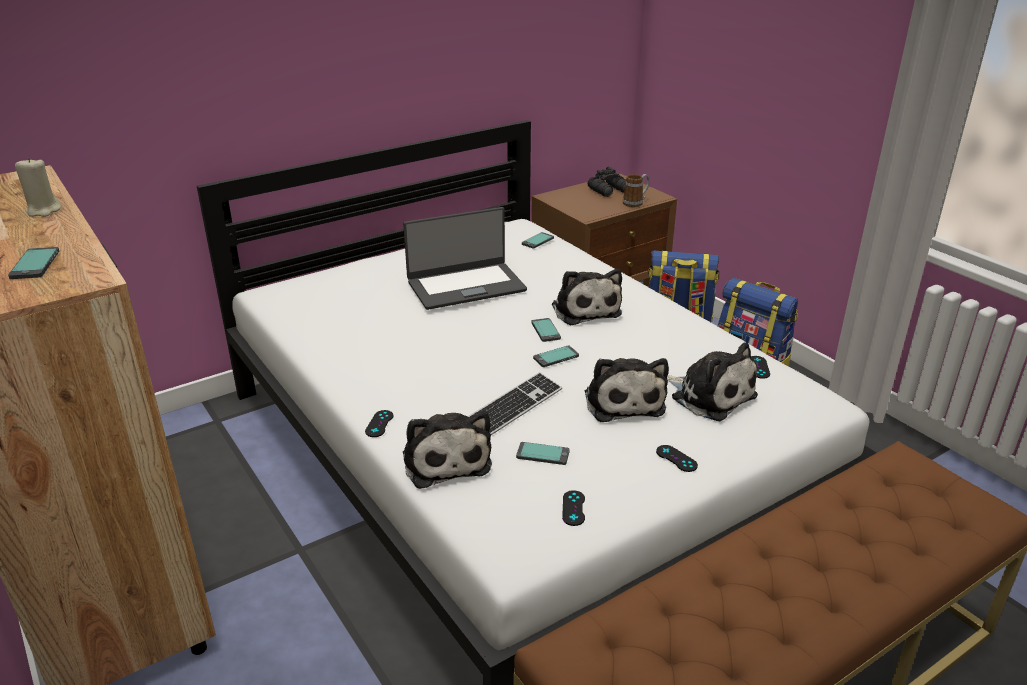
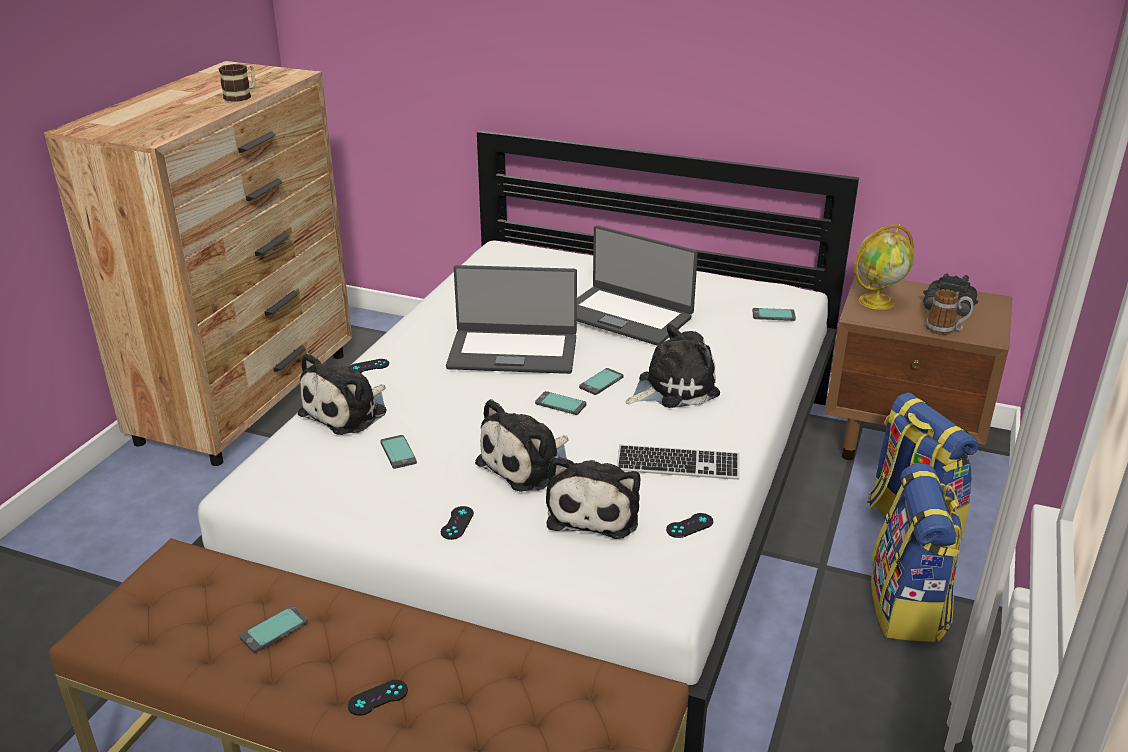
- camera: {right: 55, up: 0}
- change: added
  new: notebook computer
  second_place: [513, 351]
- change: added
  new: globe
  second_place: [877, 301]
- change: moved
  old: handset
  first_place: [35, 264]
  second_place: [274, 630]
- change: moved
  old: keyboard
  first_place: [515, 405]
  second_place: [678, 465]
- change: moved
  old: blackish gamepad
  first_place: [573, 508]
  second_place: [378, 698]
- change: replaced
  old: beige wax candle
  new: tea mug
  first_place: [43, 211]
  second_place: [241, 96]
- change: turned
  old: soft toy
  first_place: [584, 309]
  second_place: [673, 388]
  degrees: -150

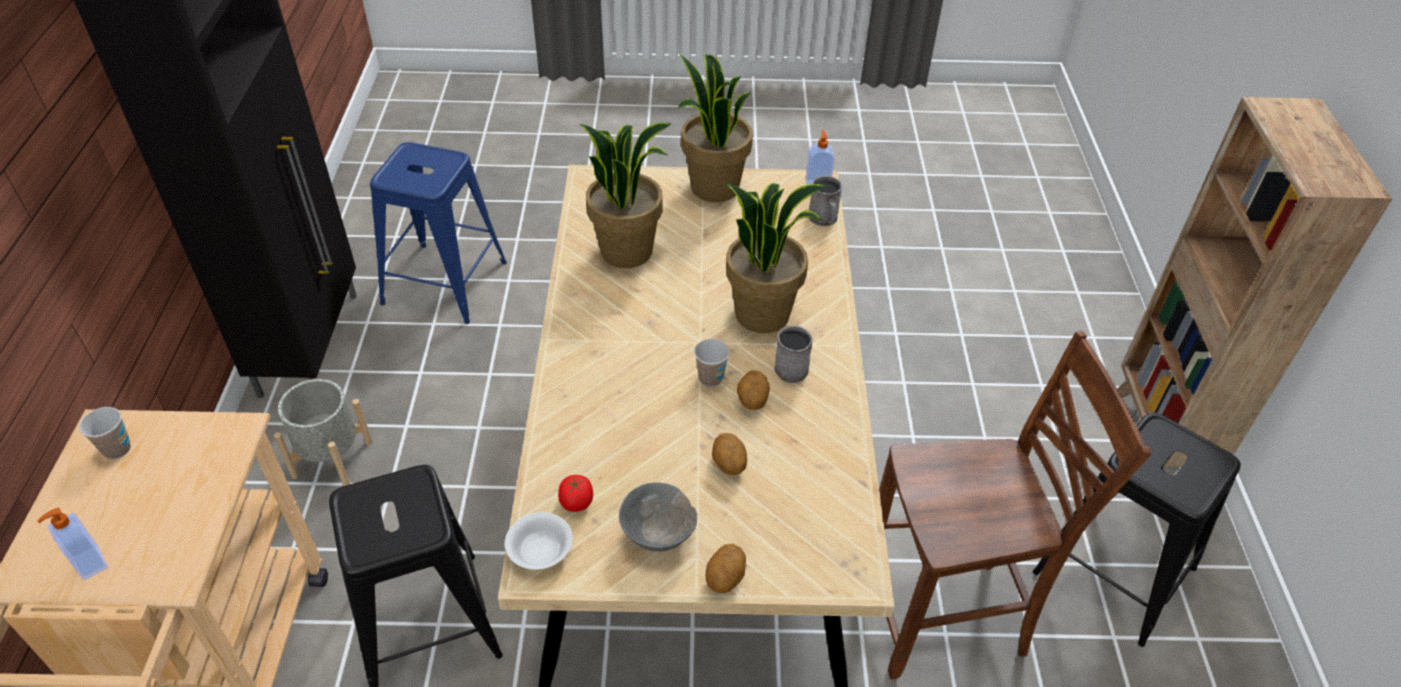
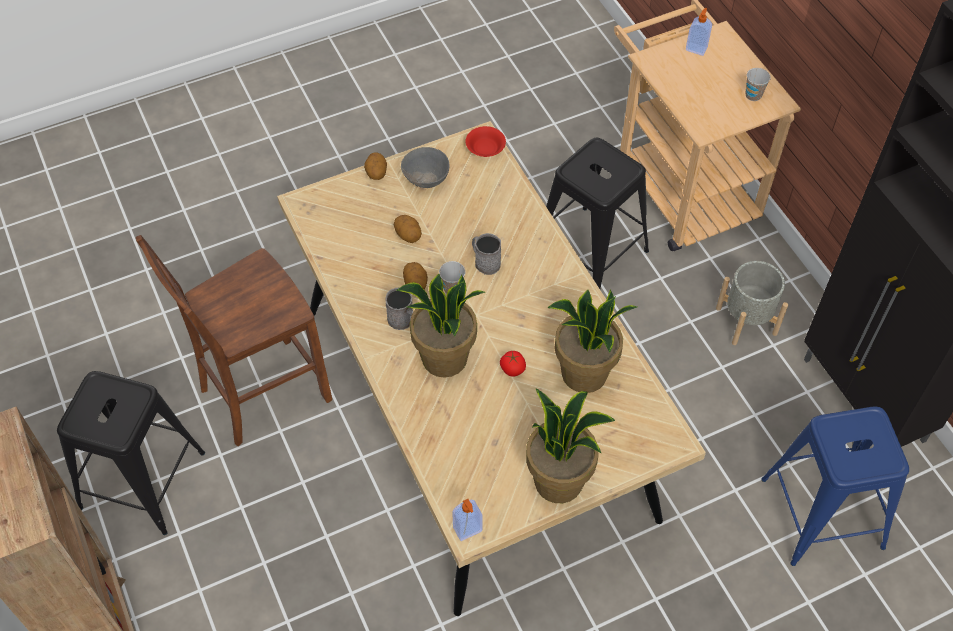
- camera: {right: 155, up: 10}
- change: moved
  old: tomato
  first_place: [576, 502]
  second_place: [512, 369]
- change: moved
  old: gray tea mug
  first_place: [824, 219]
  second_place: [485, 262]
- change: recoloured
  old: white serving bowl
  new: reddish serving bowl
  first_place: [540, 551]
  second_place: [485, 148]

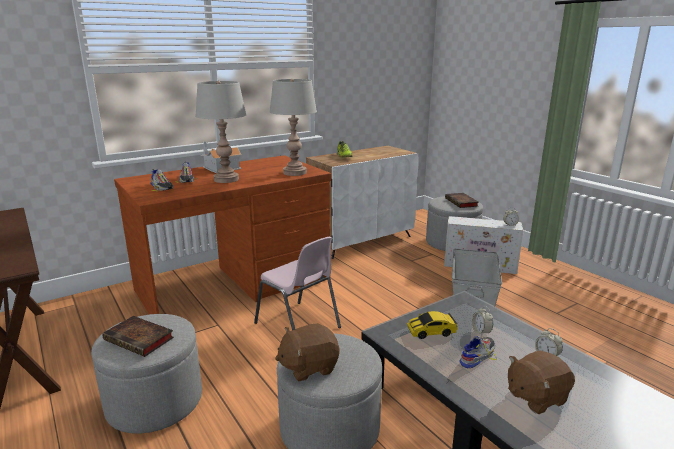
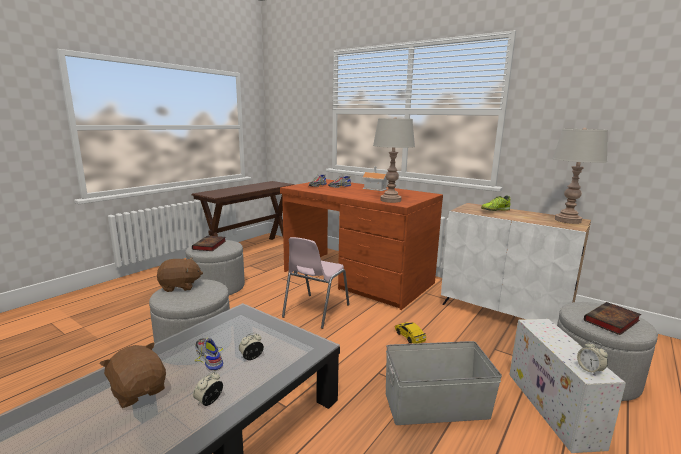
- camera: {right: 70, up: -5}
- change: moved
  old: gray tabletop lamp
  first_place: [226, 179]
  second_place: [567, 220]
- change: moved
  old: miniature car
  first_place: [431, 332]
  second_place: [409, 337]
- change: turned
  old: brown soft toy
  first_place: [308, 367]
  second_place: [180, 286]
  degrees: 120
- change: turned
  old: item of footwear
  first_place: [477, 355]
  second_place: [209, 356]
  degrees: -150

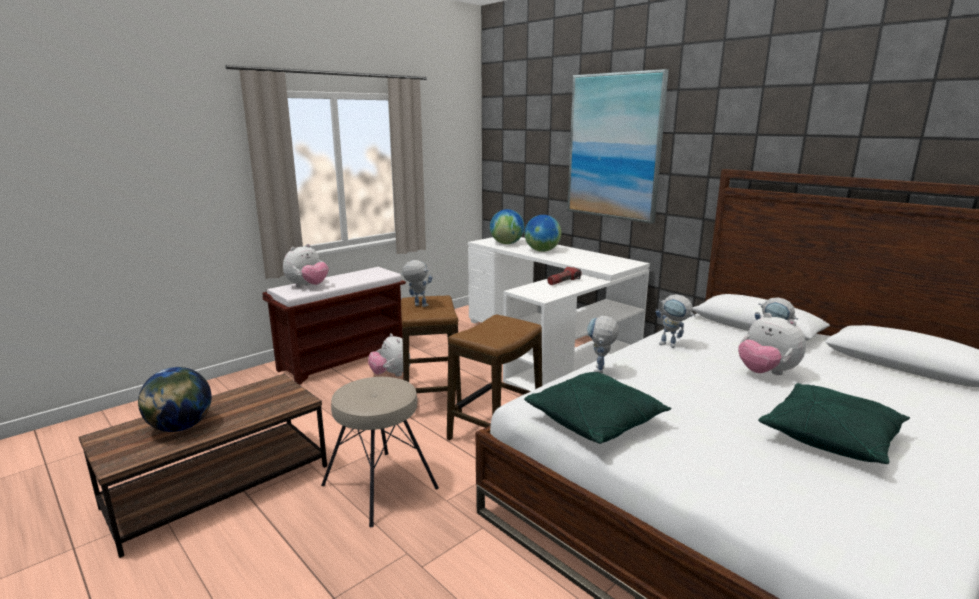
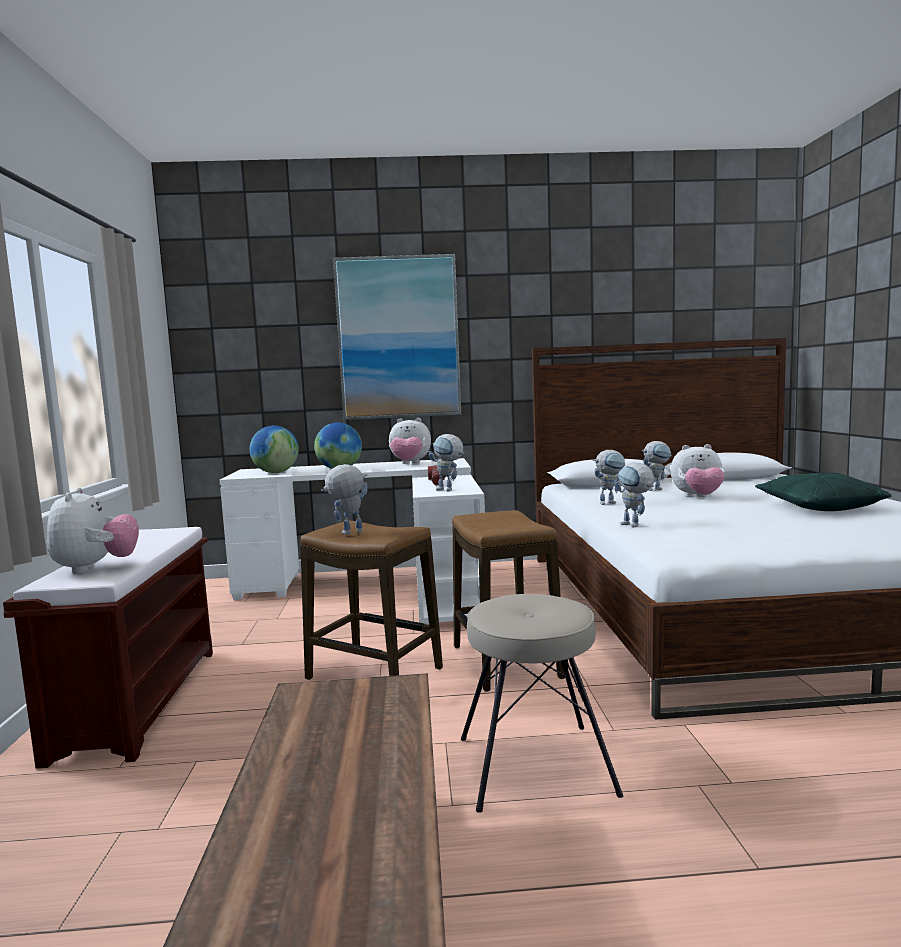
- camera: {right: -50, up: -10}
- change: removed
  old: globe
  first_place: [180, 427]
- change: removed
  old: green-coloured throw pillow
  first_place: [595, 421]
- change: added
  new: model robot
  second_place: [449, 490]
- change: moved
  old: soft toy
  first_place: [391, 374]
  second_place: [410, 464]

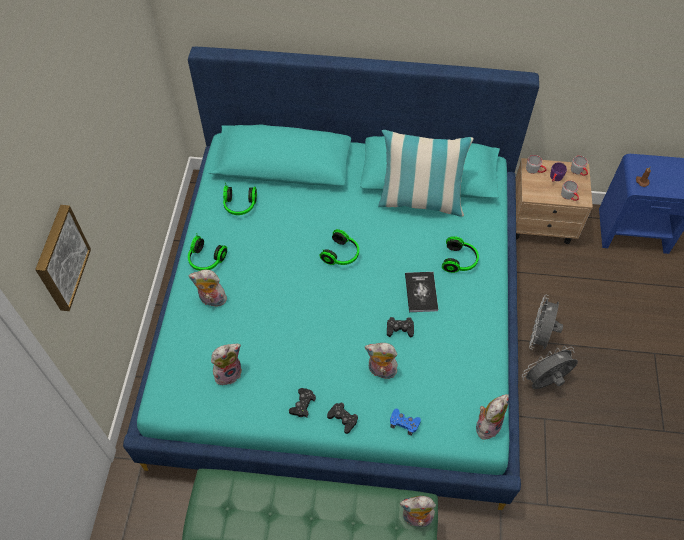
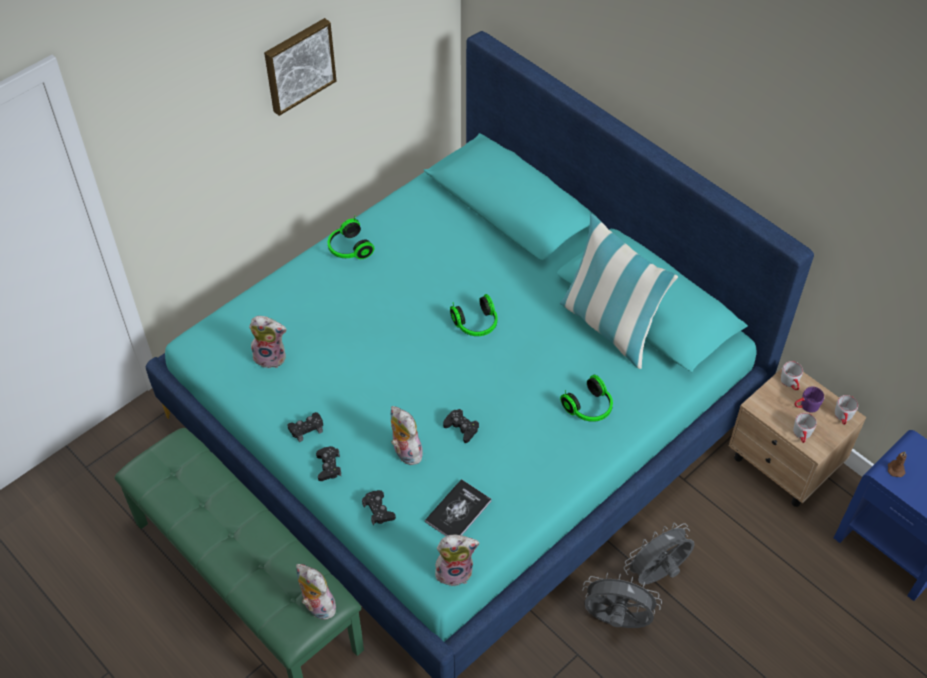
- camera: {right: 40, up: -5}
- change: removed
  old: soft toy
  first_place: [211, 300]
- change: removed
  old: headphones
  first_place: [240, 206]
- change: moved
  old: wall picture
  first_place: [60, 258]
  second_place: [298, 65]
- change: moved
  old: bound book
  first_place: [421, 292]
  second_place: [458, 511]
- change: recoloured
  old: blue-coloured gamepad
  new: blackish gamepad
  first_place: [404, 423]
  second_place: [378, 510]

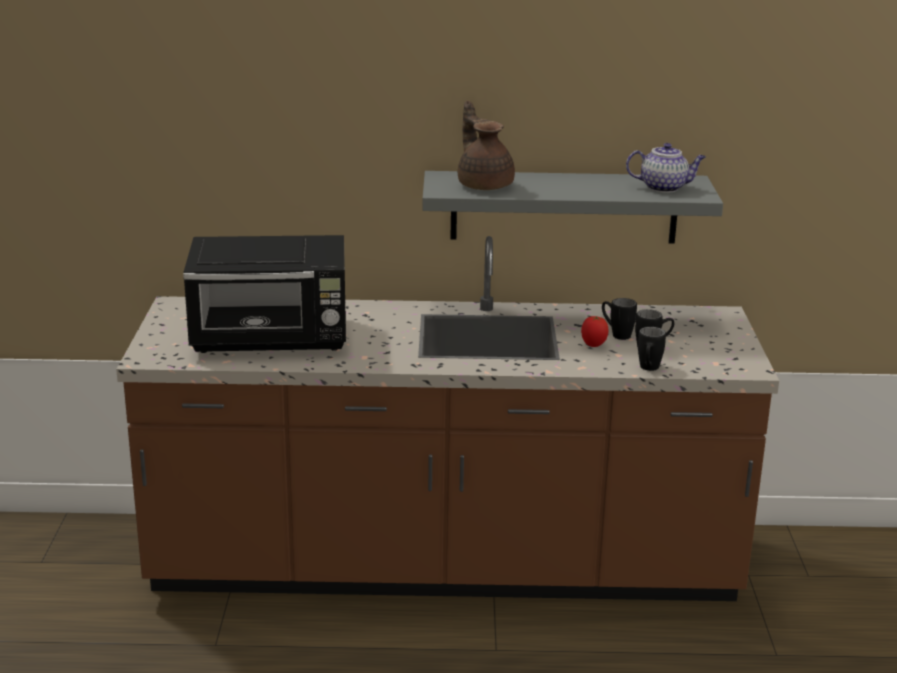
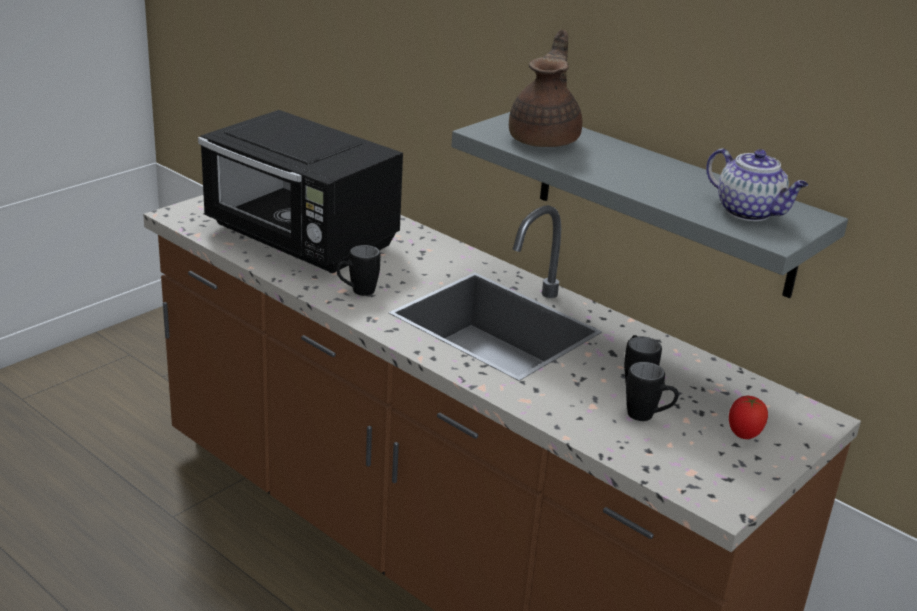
- camera: {right: 40, up: 5}
- change: moved
  old: tomato
  first_place: [593, 345]
  second_place: [743, 435]
- change: moved
  old: blackish tea mug
  first_place: [648, 369]
  second_place: [357, 292]

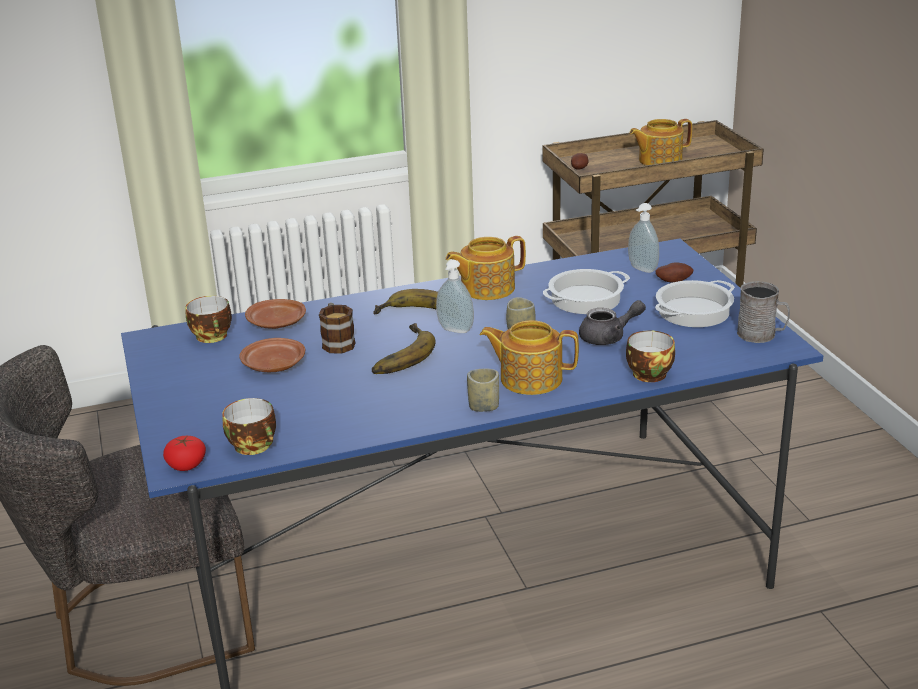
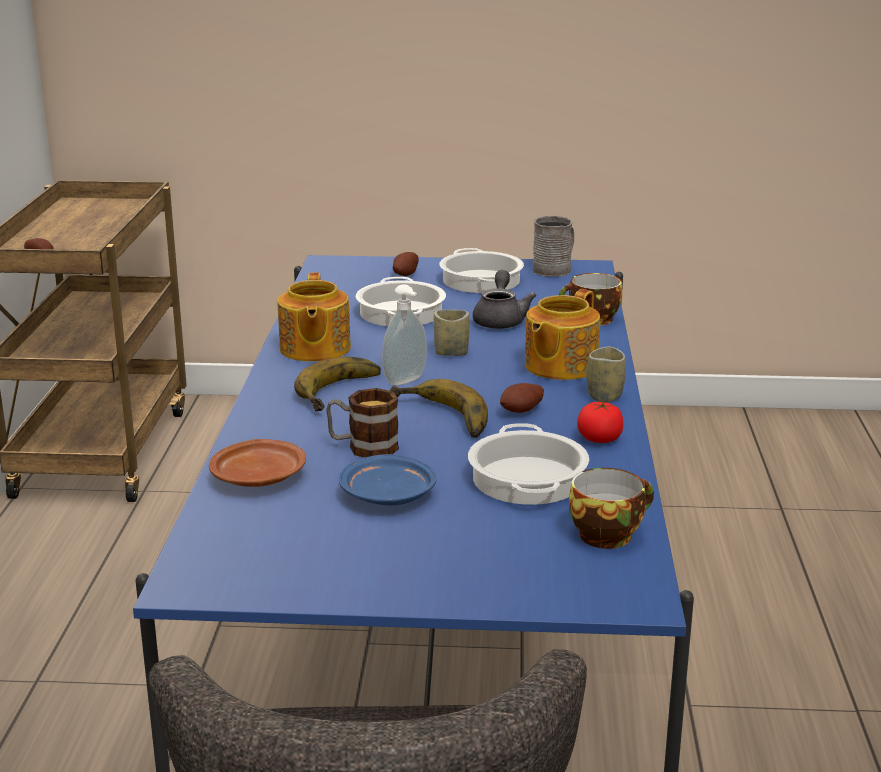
- camera: {right: -70, up: -5}
- change: removed
  old: drinking cup
  first_place: [213, 336]
- change: removed
  old: soap dispenser
  first_place: [641, 269]
- change: removed
  old: pot for tea
  first_place: [659, 160]
- change: added
  new: saucepot
  second_place: [529, 479]
- change: added
  new: potato
  second_place: [522, 412]
- change: moved
  old: tomato
  first_place: [186, 465]
  second_place: [599, 438]
- change: recoloured
  old: brown plate
  new: blue-coloured plate
  first_place: [273, 365]
  second_place: [388, 496]

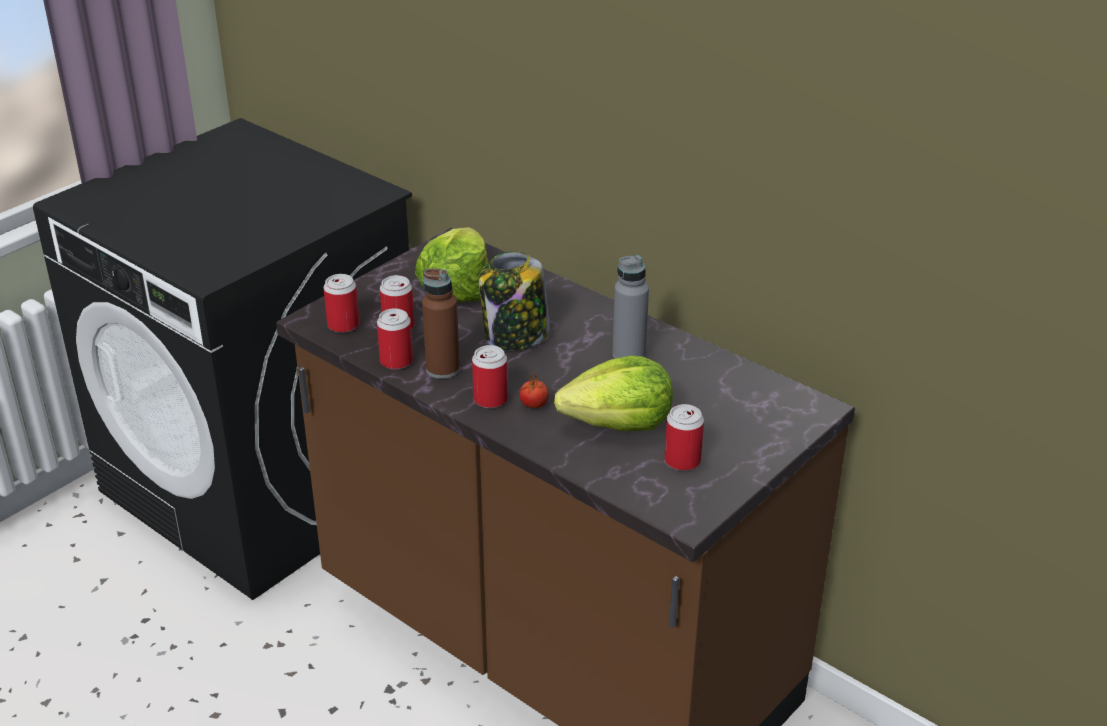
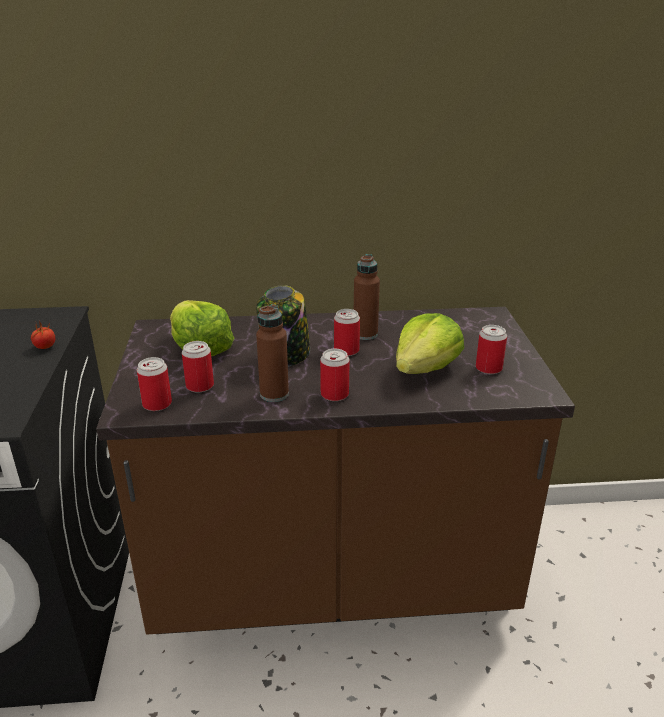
- camera: {right: -45, up: -5}
- change: moved
  old: can
  first_place: [396, 361]
  second_place: [346, 351]
- change: moved
  old: tomato
  first_place: [533, 405]
  second_place: [45, 347]
- change: recoloured
  old: gray drink bottle
  new: brown drink bottle
  first_place: [629, 355]
  second_place: [365, 334]

